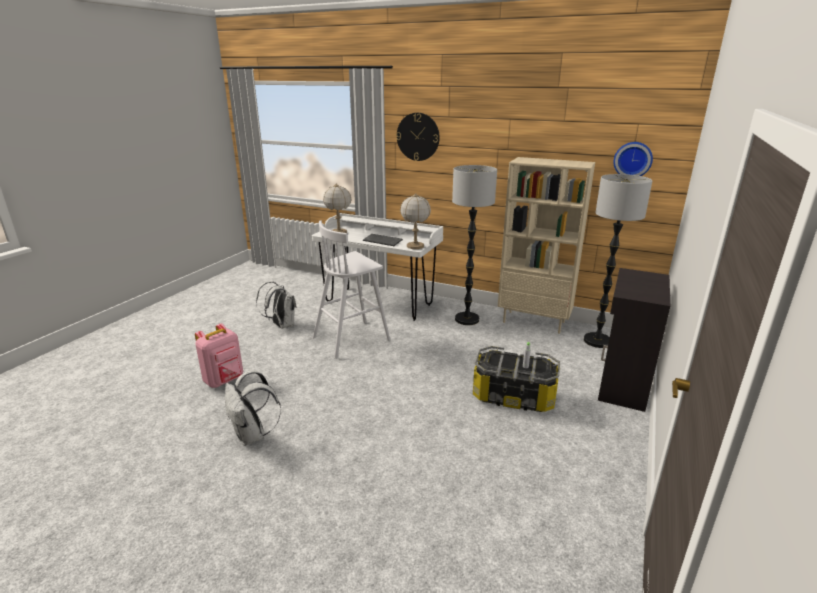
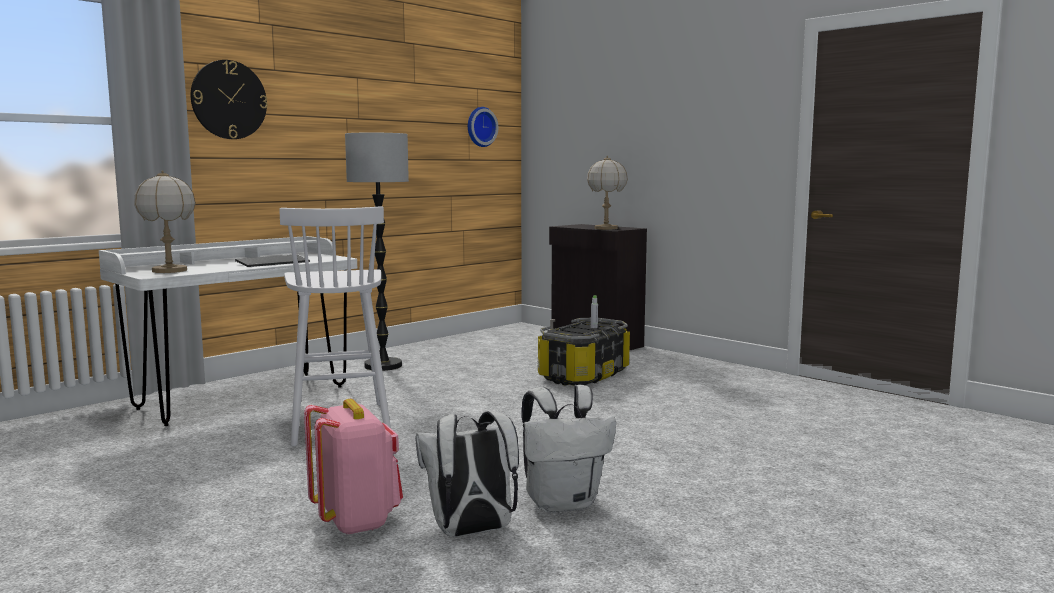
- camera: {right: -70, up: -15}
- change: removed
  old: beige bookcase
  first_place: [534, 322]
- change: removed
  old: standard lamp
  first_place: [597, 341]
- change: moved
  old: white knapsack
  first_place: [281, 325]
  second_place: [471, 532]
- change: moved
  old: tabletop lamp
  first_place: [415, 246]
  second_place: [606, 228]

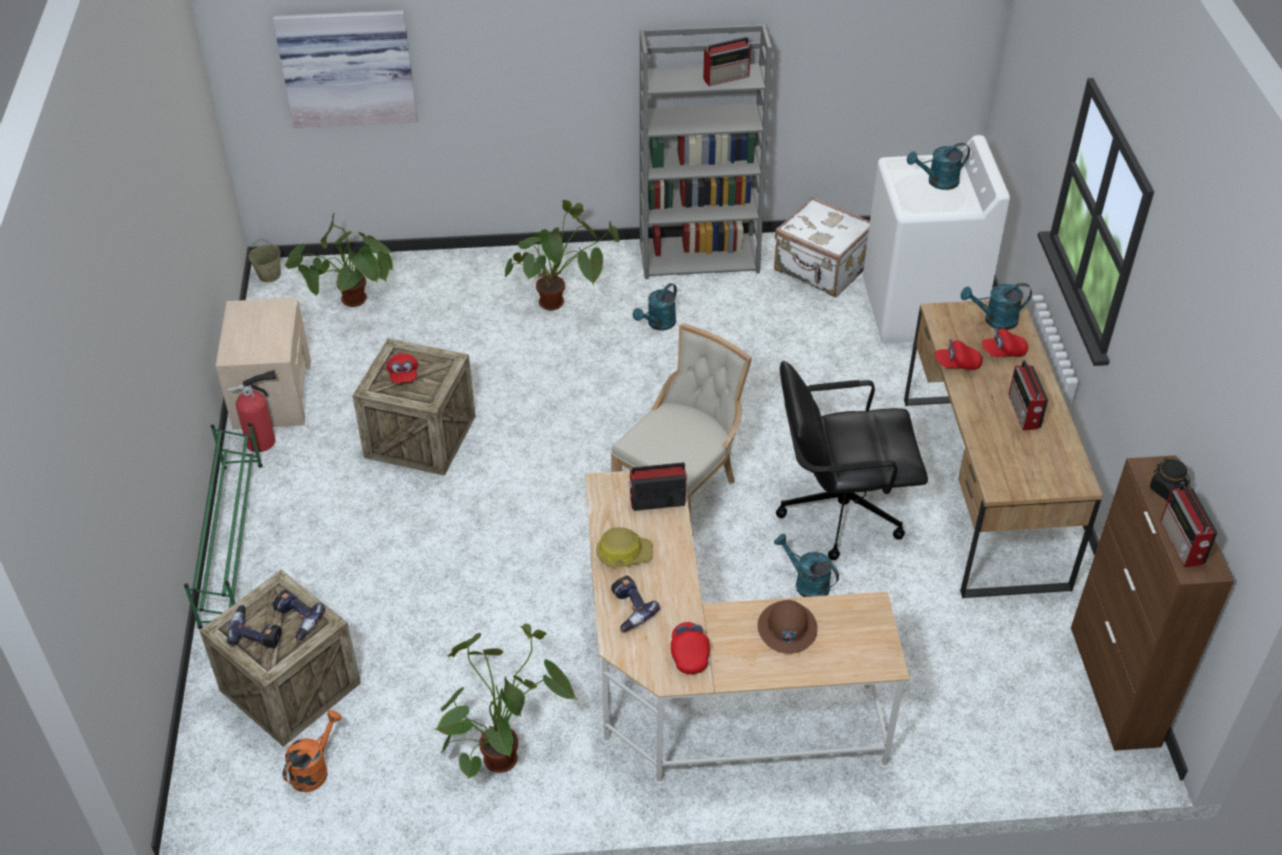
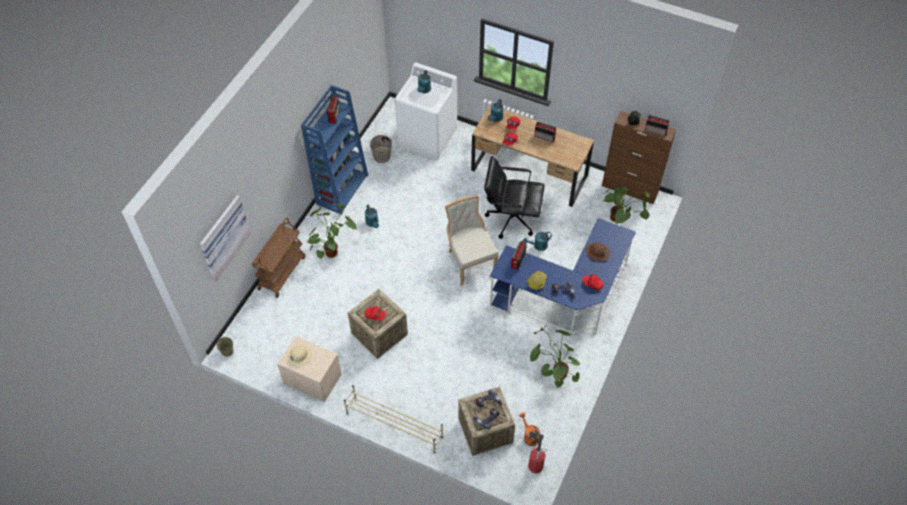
- camera: {right: -60, up: 10}
- change: added
  new: brown cart
  second_place: [282, 272]
- change: added
  new: beige hard hat
  second_place: [299, 356]
- change: moved
  old: extinguisher
  first_place: [264, 441]
  second_place: [536, 464]
- change: moved
  old: potted plant
  first_place: [353, 308]
  second_place: [621, 220]
- change: replaced
  old: white travel case
  new: brown water bucket
  first_place: [821, 269]
  second_place: [381, 155]
- change: recoloured
  old: green-coloured shoe stand
  new: beige shoe stand
  first_place: [232, 541]
  second_place: [394, 425]
- change: recoloured
  old: beige desk table
  new: blue-coloured desk table
  first_place: [704, 689]
  second_place: [565, 299]
- change: recoloured
  old: gray bookcase
  new: blue-coloured bookcase
  first_place: [700, 256]
  second_place: [342, 189]
- change: turned
  old: blackish computer chair
  first_place: [839, 511]
  second_place: [511, 218]
  degrees: 75

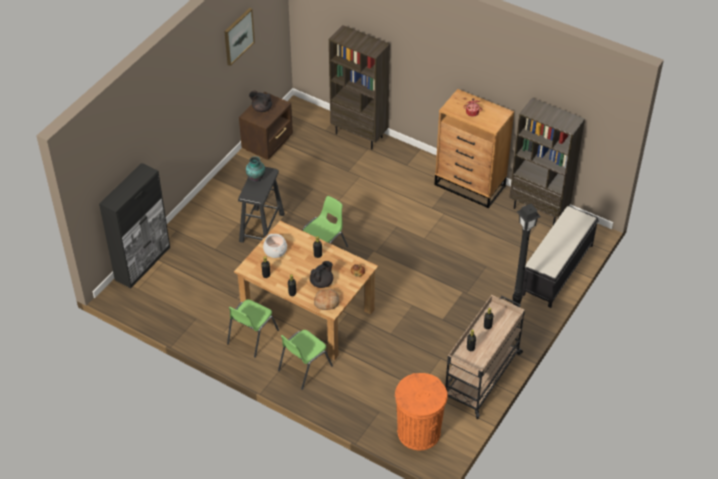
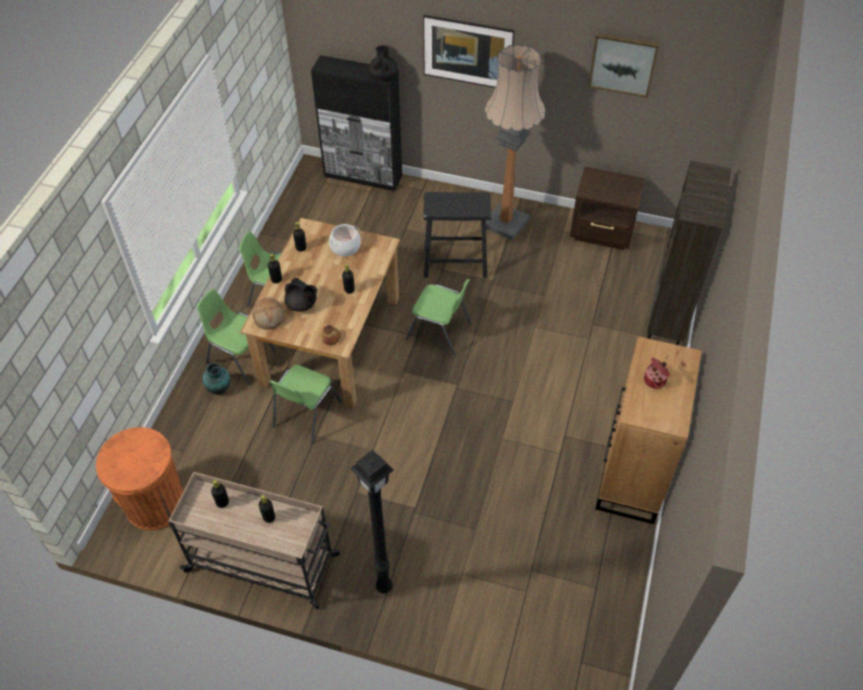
- camera: {right: 75, up: 5}
- change: removed
  old: brown bookcase
  first_place: [539, 210]
- change: removed
  old: blackish bench
  first_place: [557, 270]
- change: added
  new: green-coloured chair
  second_place: [305, 414]
- change: added
  new: wall picture
  second_place: [467, 67]
- change: added
  new: standard lamp
  second_place: [505, 223]
- change: moved
  old: flower vase
  first_place: [256, 178]
  second_place: [220, 389]
- change: moved
  old: blackish pot for tea
  first_place: [261, 108]
  second_place: [383, 75]

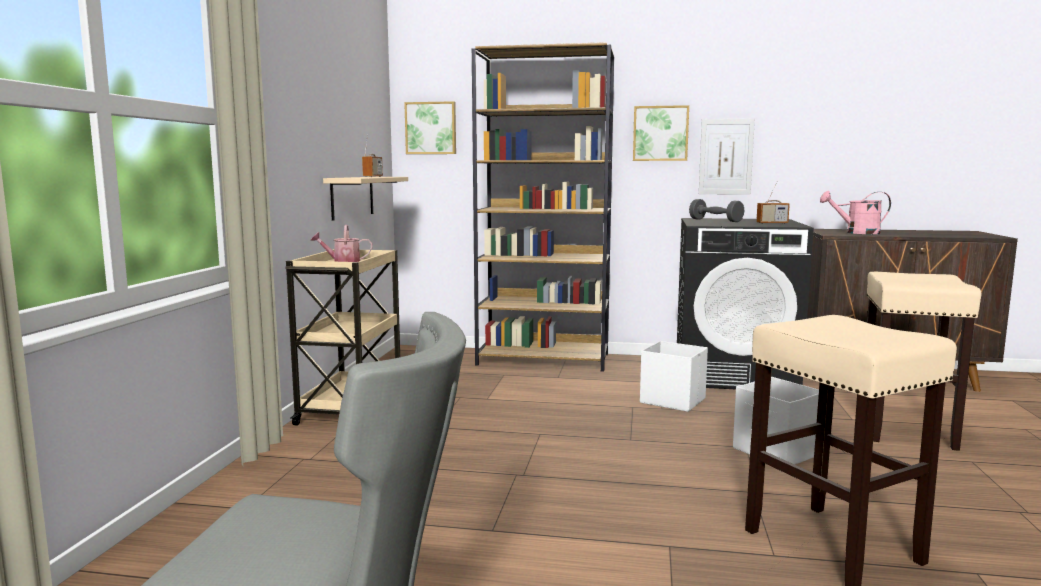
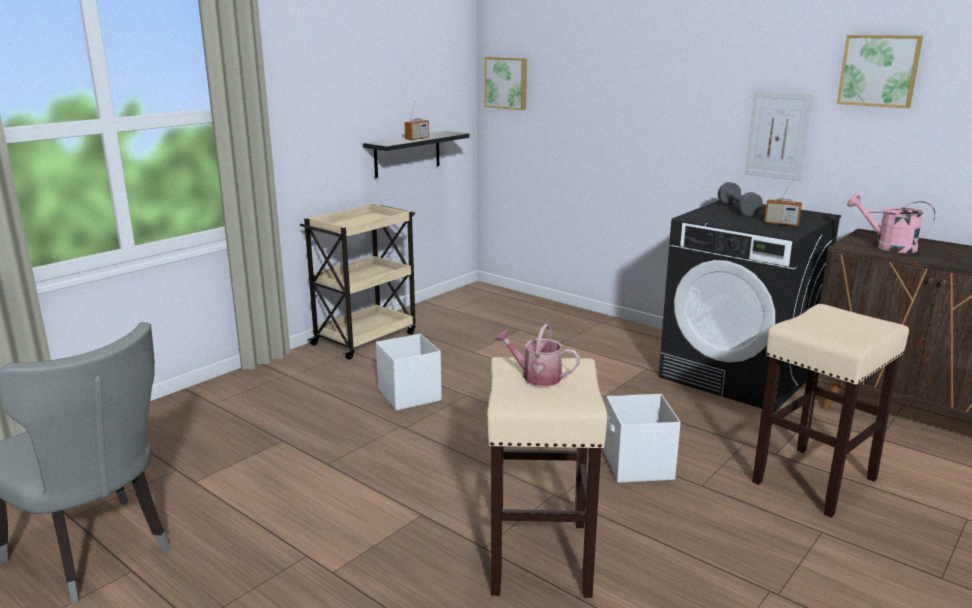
- camera: {right: 30, up: 10}
- change: removed
  old: brown bookcase
  first_place: [544, 359]
- change: moved
  old: sprinkling can
  first_place: [343, 262]
  second_place: [536, 376]
- change: moved
  old: wall picture
  first_place: [660, 133]
  second_place: [879, 70]
- change: moved
  old: white storage box
  first_place: [672, 400]
  second_place: [409, 395]
- change: recoloured
  old: beige bracket shelf
  new: blackish bracket shelf
  first_place: [352, 197]
  second_place: [407, 154]

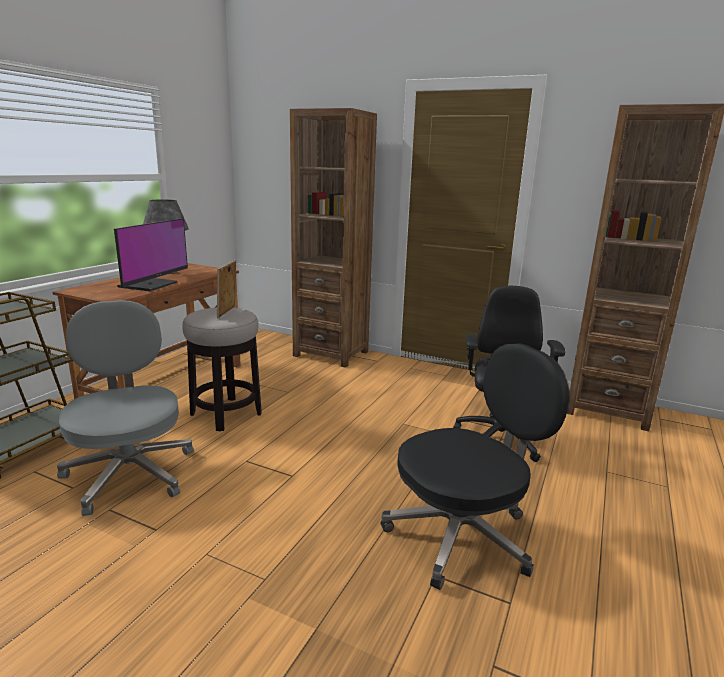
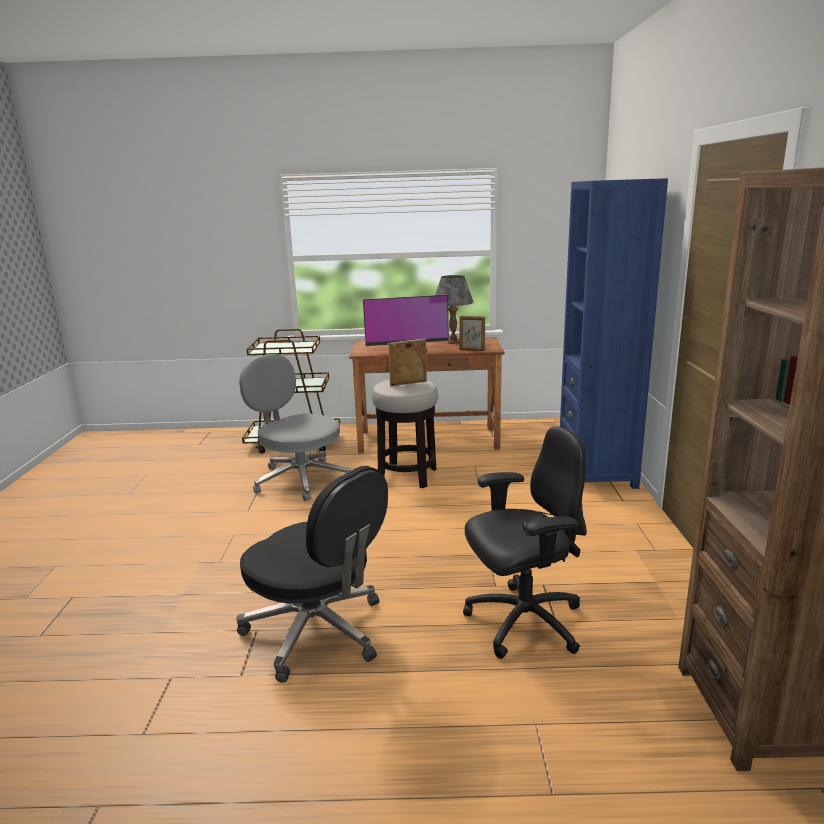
- camera: {right: 65, up: 0}
- change: added
  new: photo frame
  second_place: [472, 350]
- change: recoloured
  old: brown bookcase
  new: blue-coloured bookcase
  first_place: [331, 354]
  second_place: [596, 473]
- change: turned
  old: gray computer chair
  first_place: [130, 473]
  second_place: [299, 479]
  degrees: -90

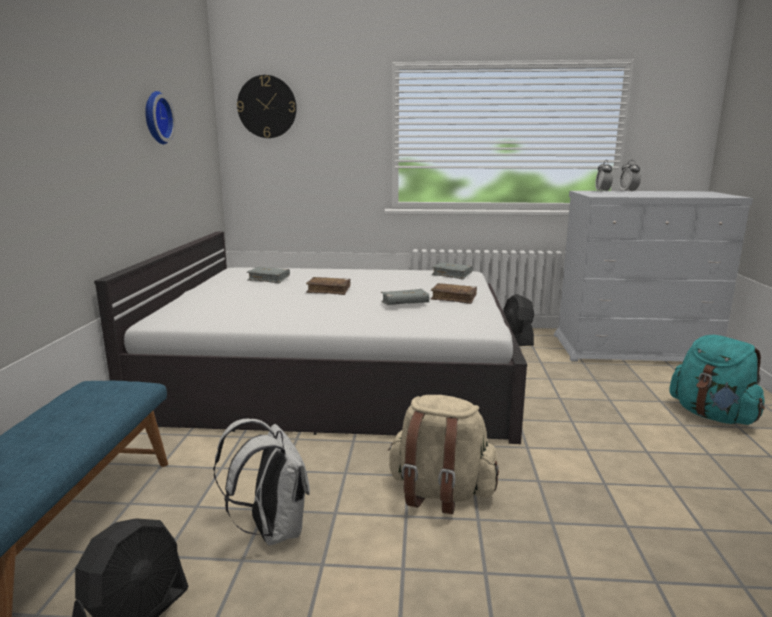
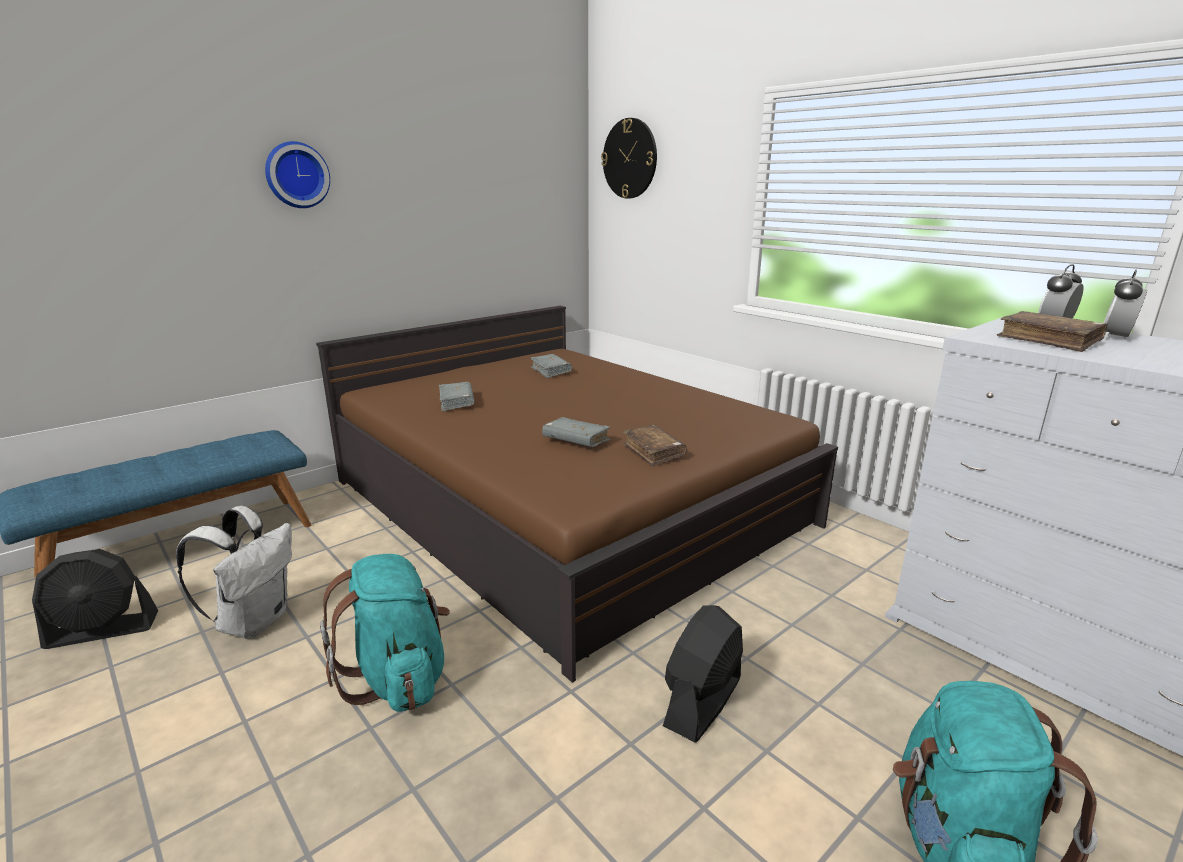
- camera: {right: 45, up: 5}
- change: moved
  old: hanging clock
  first_place: [155, 118]
  second_place: [296, 175]
- change: moved
  old: brown bound book
  first_place: [329, 291]
  second_place: [1048, 340]
- change: moved
  old: gray bound book
  first_place: [452, 275]
  second_place: [456, 402]
- change: moved
  old: blackish cooling fan
  first_place: [517, 338]
  second_place: [702, 702]
- change: recoloured
  old: white sleeping bed
  new: brown sleeping bed
  first_place: [336, 374]
  second_place: [564, 502]
- change: recoloured
  old: beige knapsack
  new: blue-green knapsack
  first_place: [440, 493]
  second_place: [398, 678]

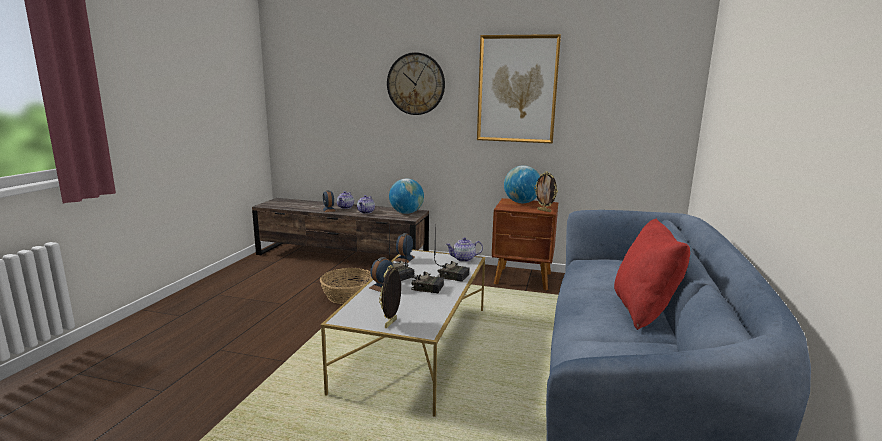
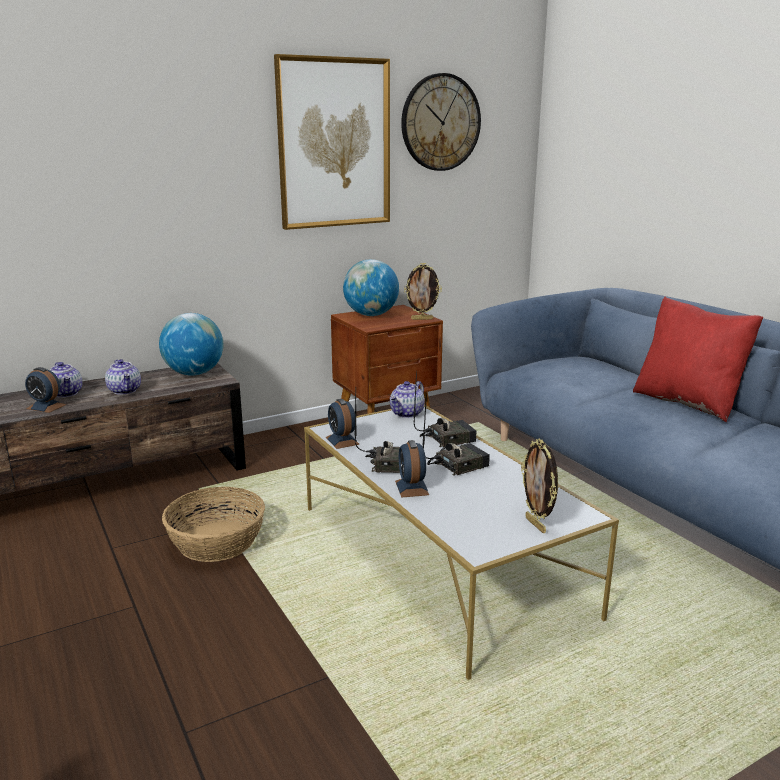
- camera: {right: -45, up: 5}
- change: moved
  old: hanging clock
  first_place: [416, 84]
  second_place: [440, 122]

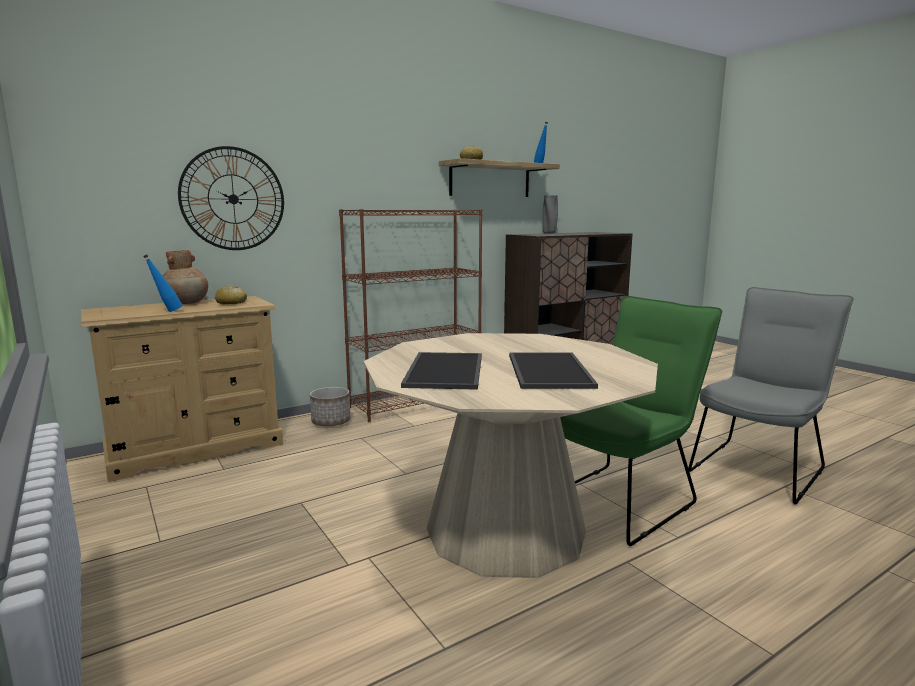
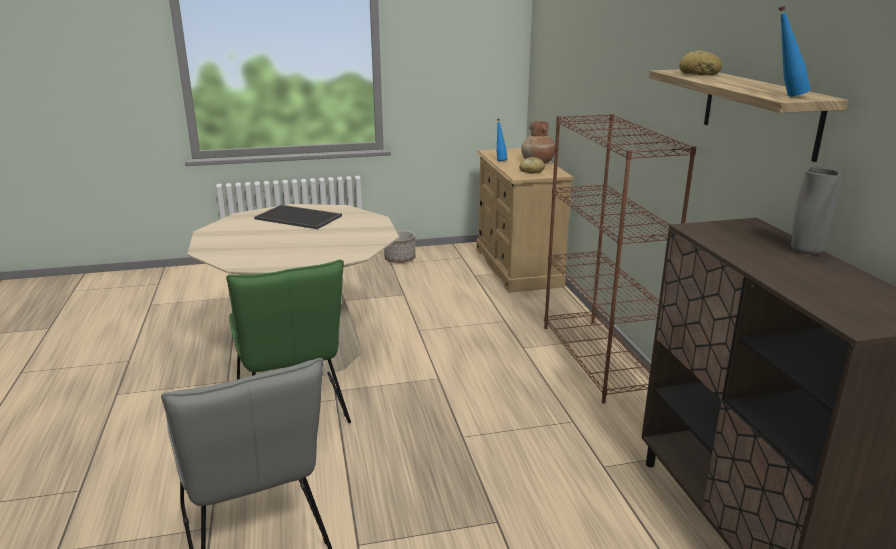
- camera: {right: 110, up: 10}
- change: removed
  old: hanging clock
  first_place: [233, 199]
- change: removed
  old: tray
  first_place: [546, 370]
- change: moved
  old: planter
  first_place: [331, 422]
  second_place: [400, 259]

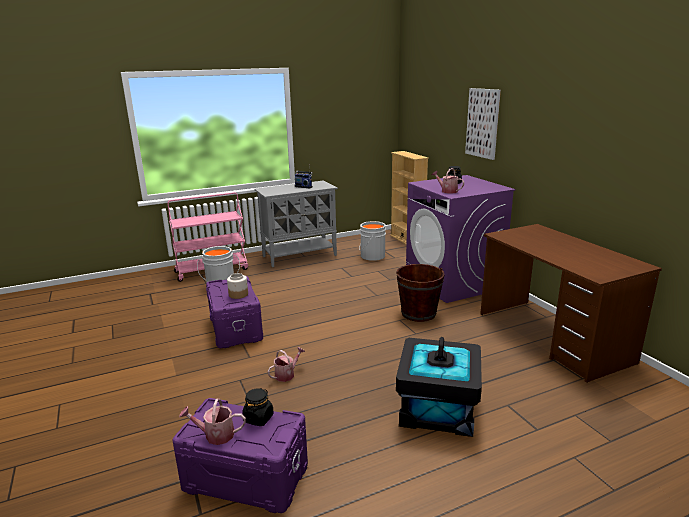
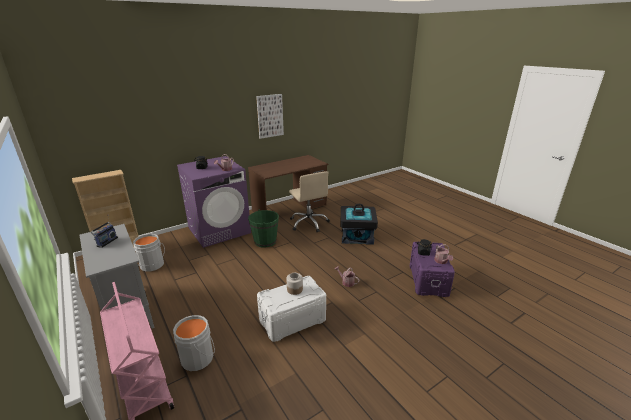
- camera: {right: -100, up: 5}
- change: added
  new: beige computer chair
  second_place: [309, 223]
- change: moved
  old: wall picture
  first_place: [482, 123]
  second_place: [270, 116]
- change: recoloured
  old: purple-coloured storage box
  new: white storage box
  first_place: [236, 328]
  second_place: [292, 319]
- change: recoloured
  old: brown water bucket
  new: green-coloured water bucket
  first_place: [418, 313]
  second_place: [265, 241]

